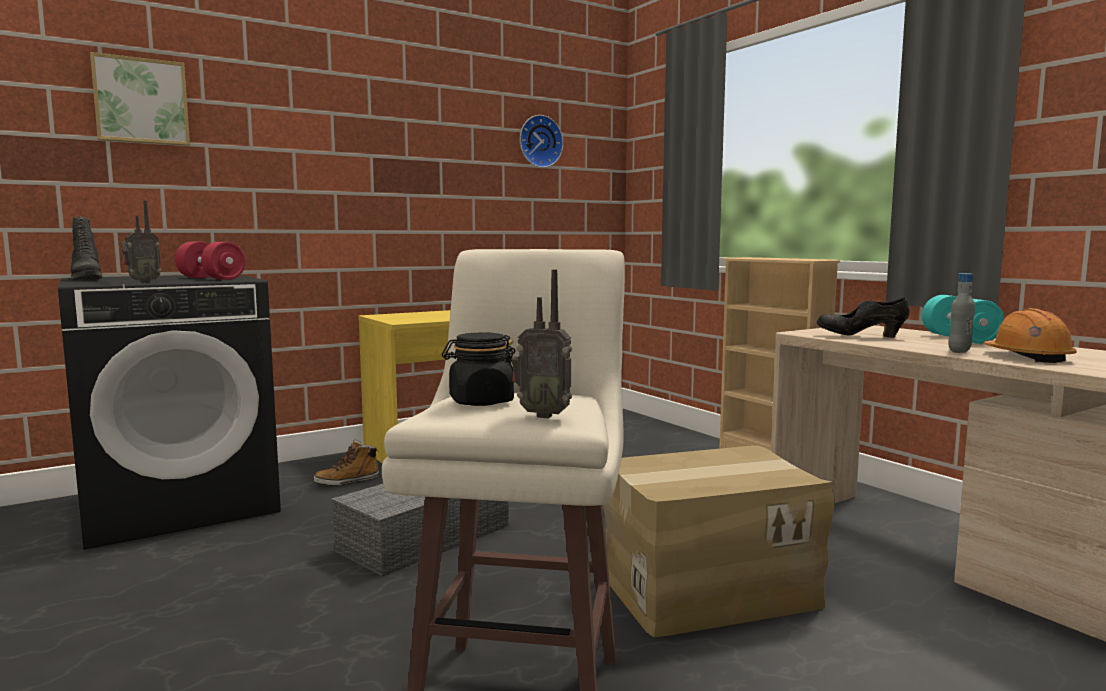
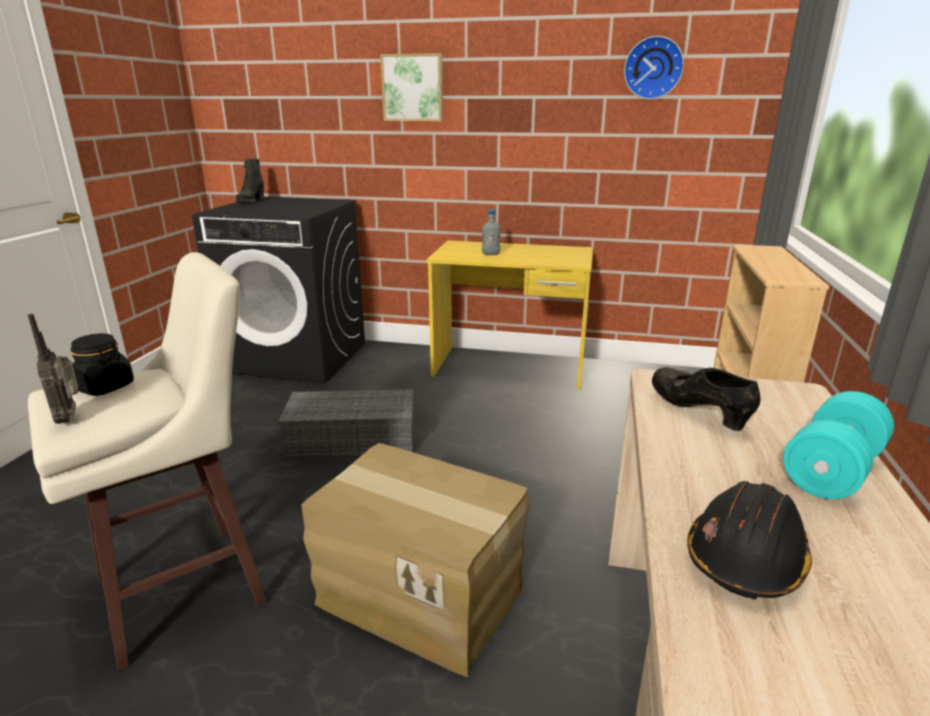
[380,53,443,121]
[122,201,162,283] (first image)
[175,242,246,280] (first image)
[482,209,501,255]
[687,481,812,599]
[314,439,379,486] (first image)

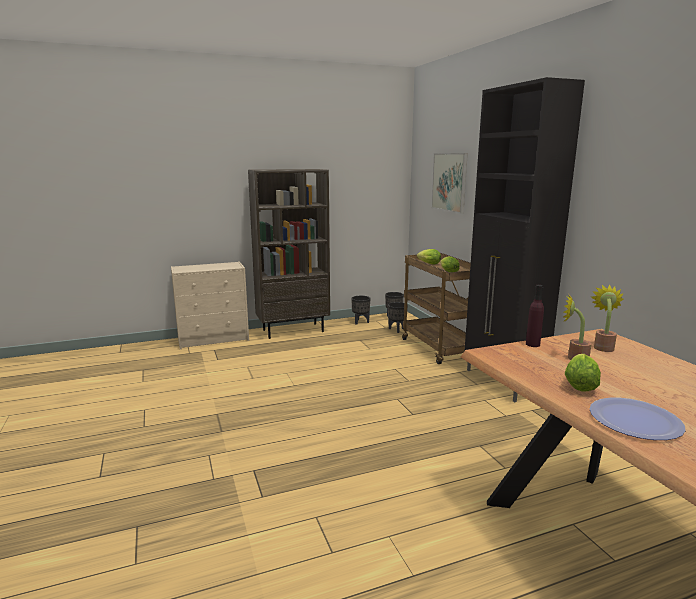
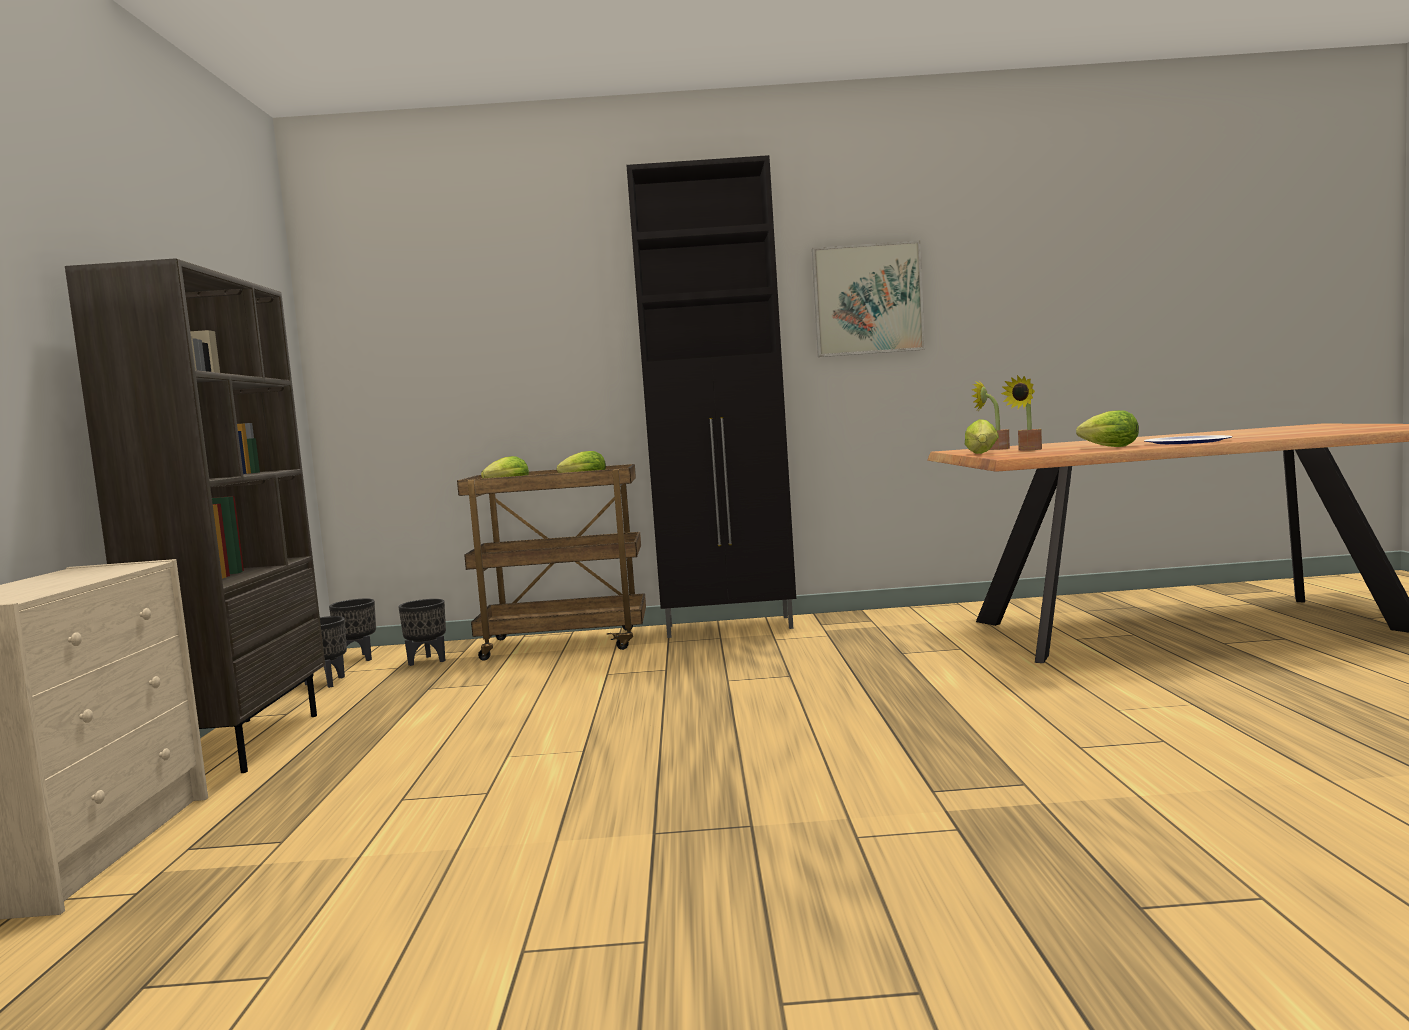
[812,240,925,357]
[965,419,998,454]

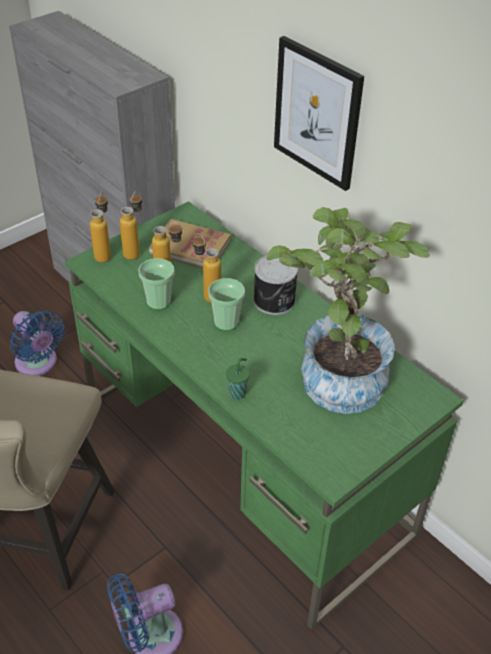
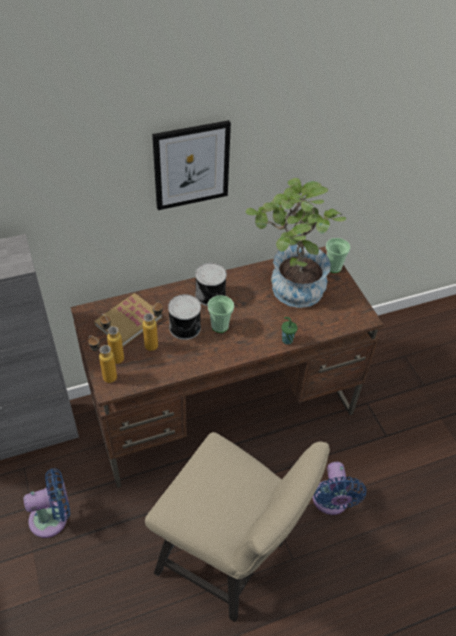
[71,246,384,488]
[168,294,201,340]
[326,238,350,273]

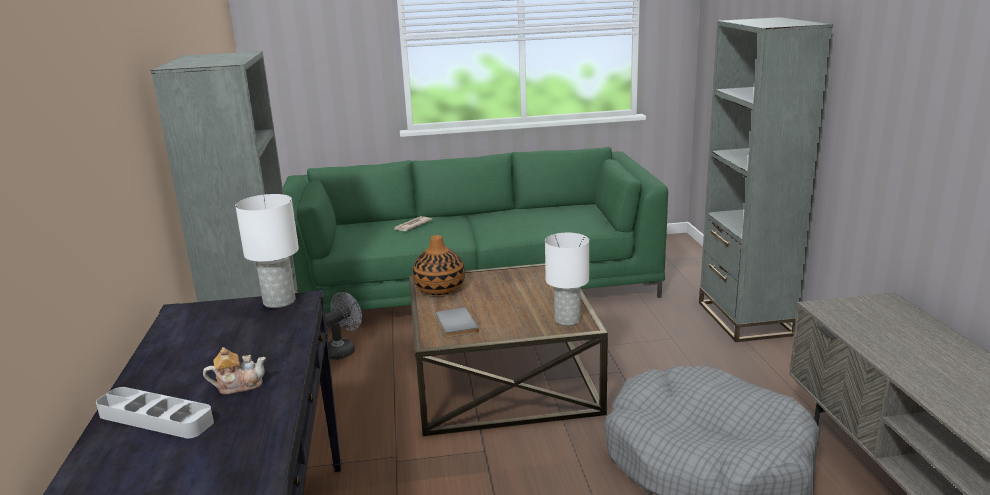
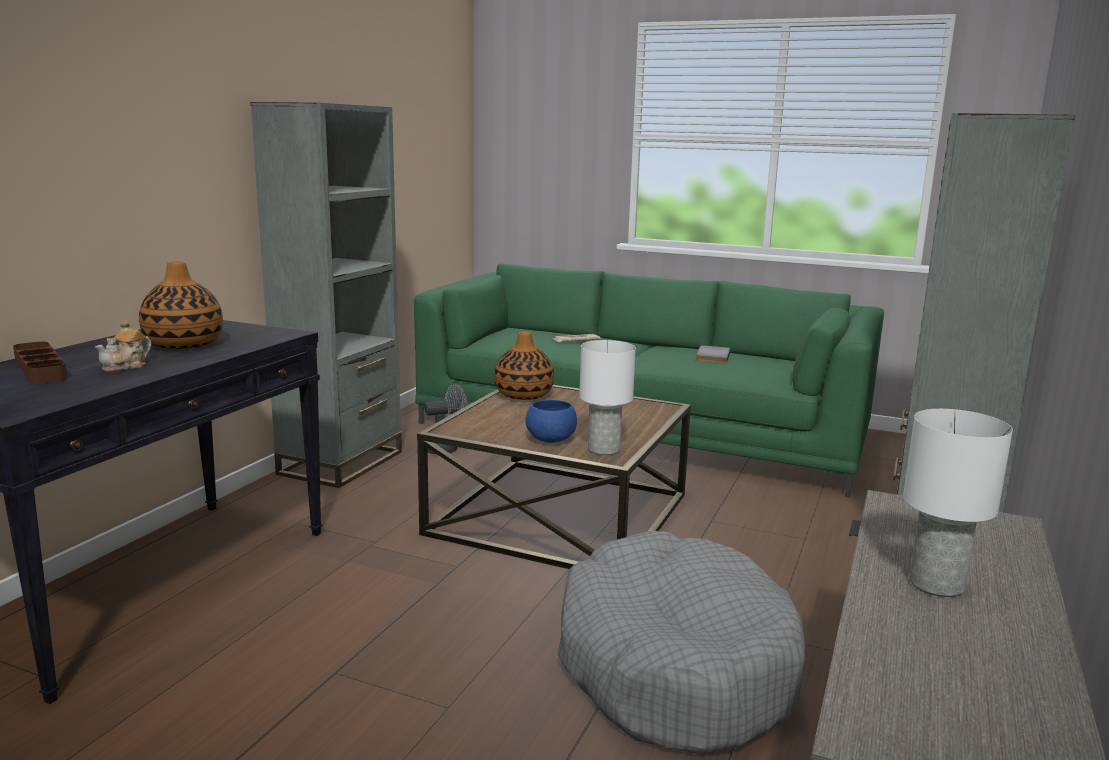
[903,409,1013,597]
[696,345,731,364]
[95,320,151,372]
[13,341,67,384]
[139,261,223,349]
[525,400,577,443]

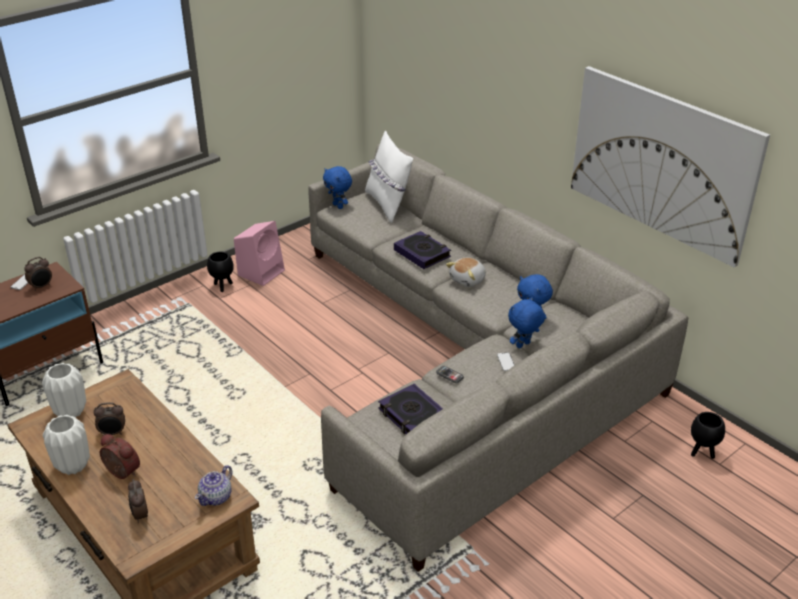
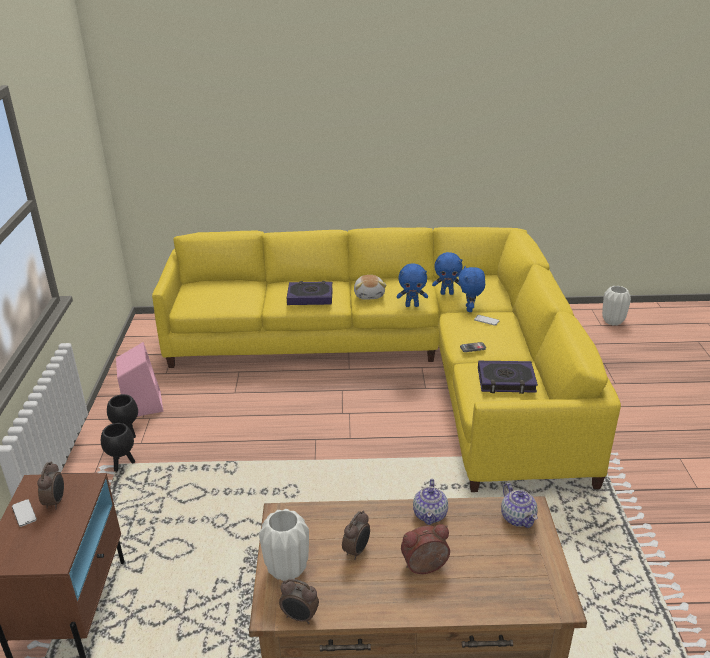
[571,66,770,268] (first image)
[365,131,413,223] (first image)
[152,227,621,492]
[397,263,428,307]
[101,423,135,472]
[602,286,631,326]
[279,579,319,624]
[413,479,448,525]

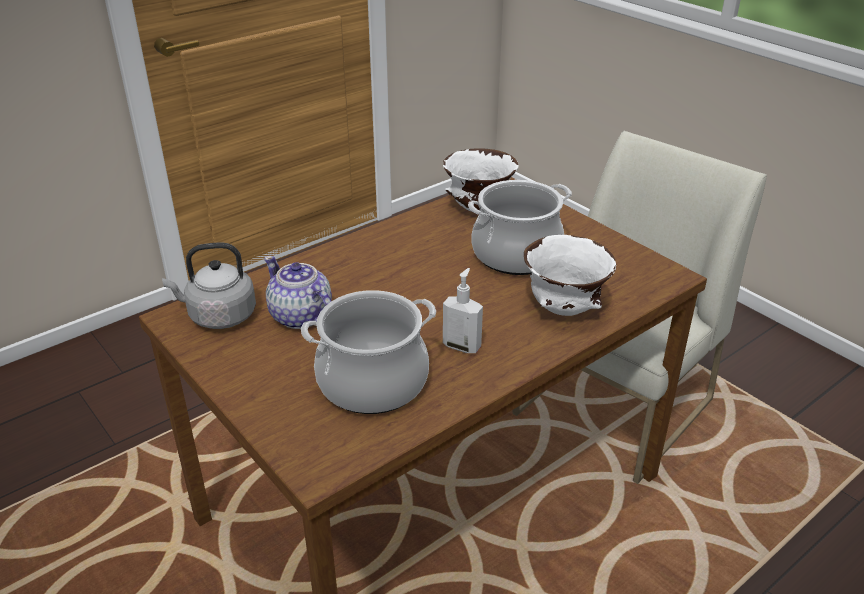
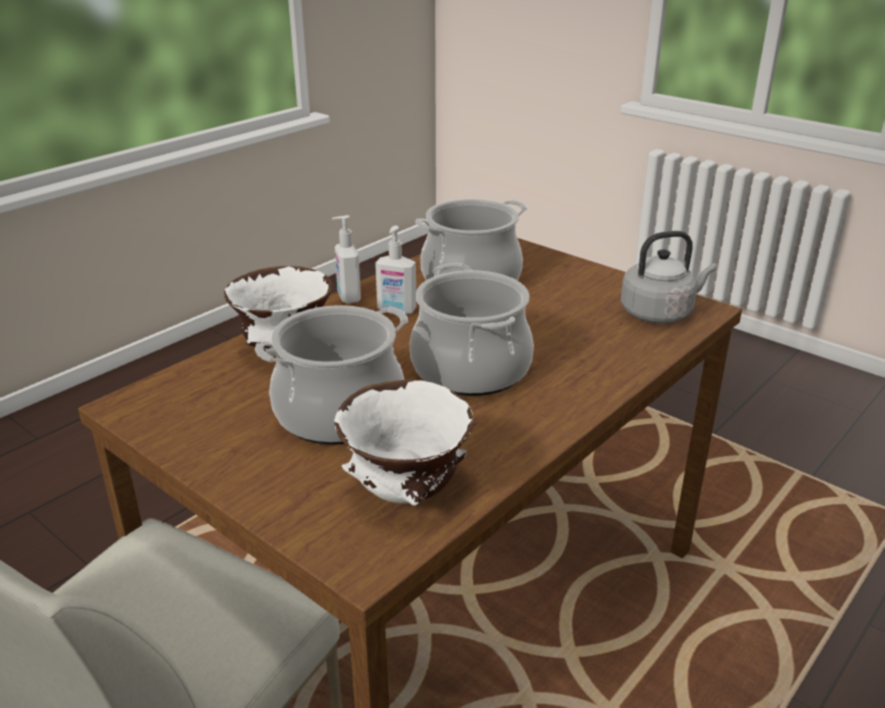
[264,256,332,329] (first image)
[332,215,361,304]
[410,263,534,396]

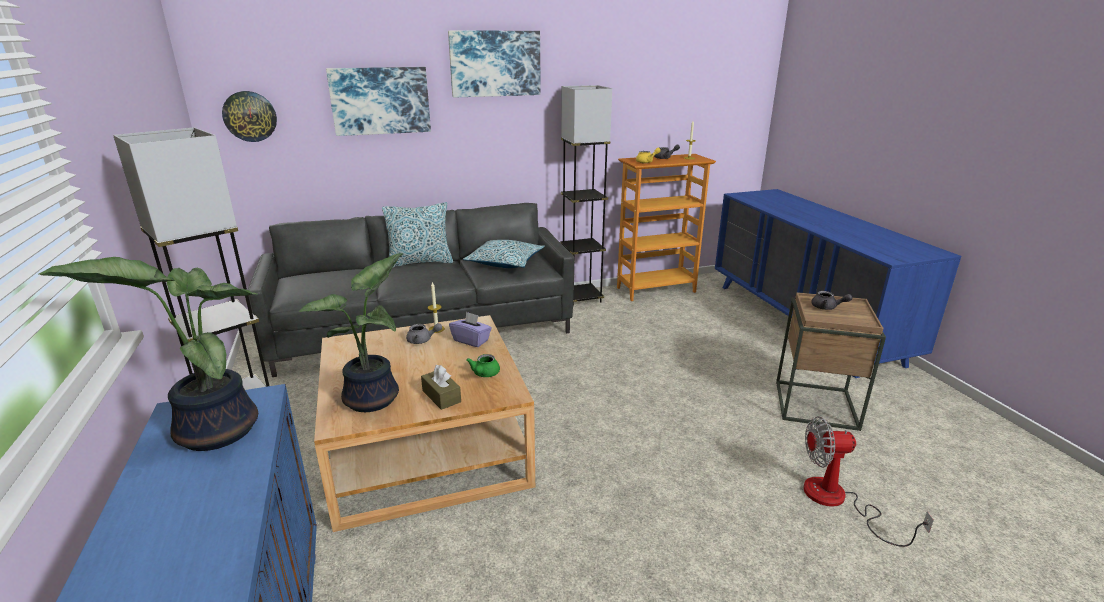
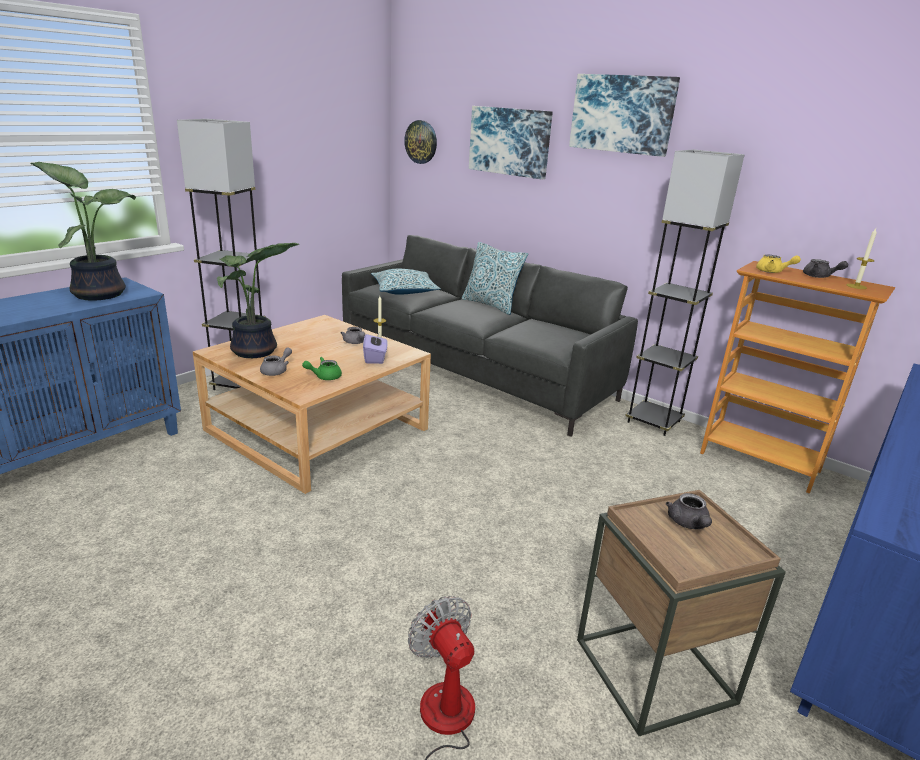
[371,269,441,295]
[260,347,292,376]

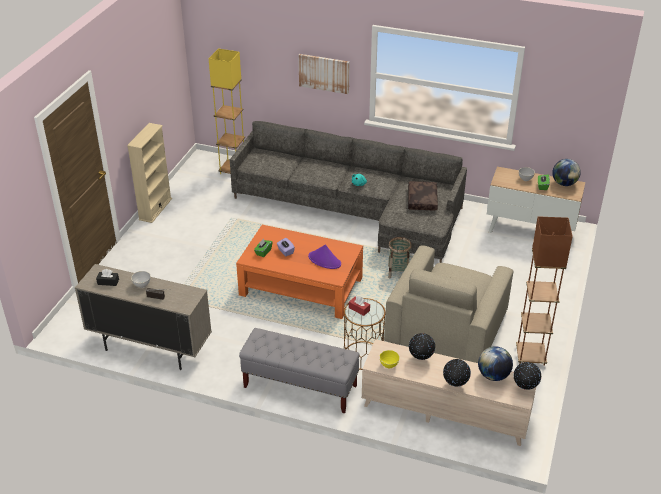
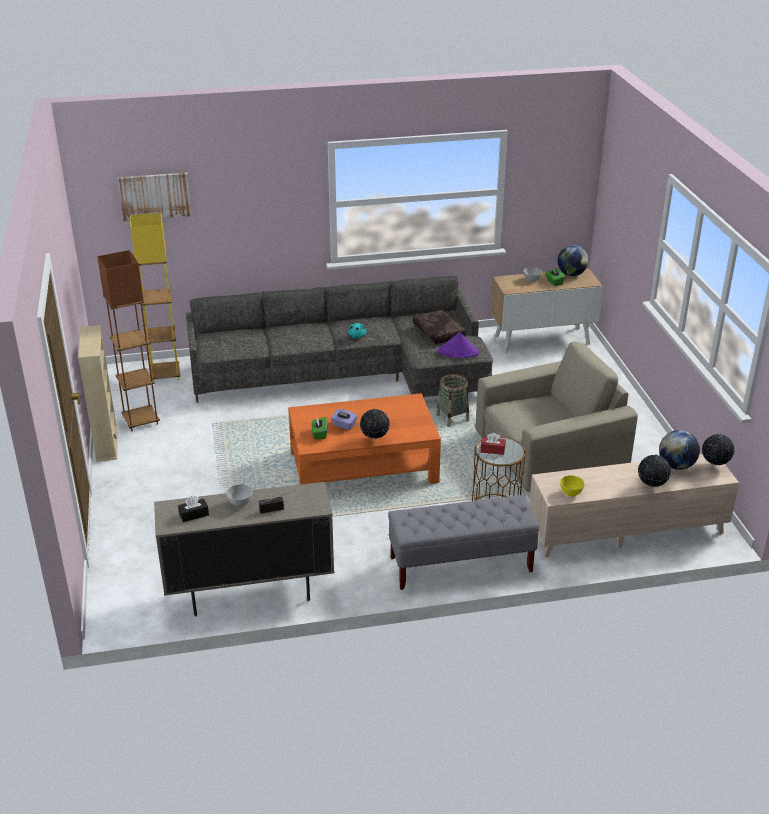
[118,173,192,221]
[97,250,160,431]
[437,332,479,358]
[475,342,638,492]
[360,408,390,440]

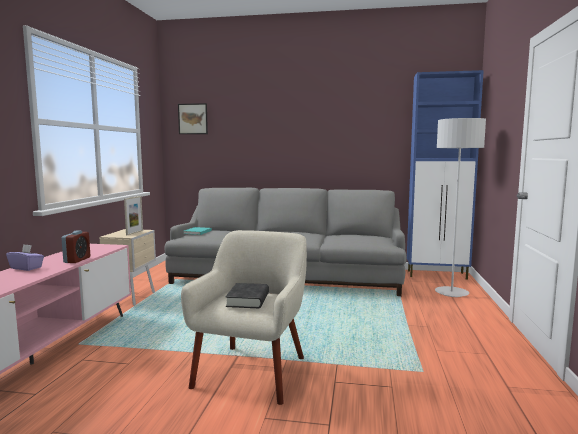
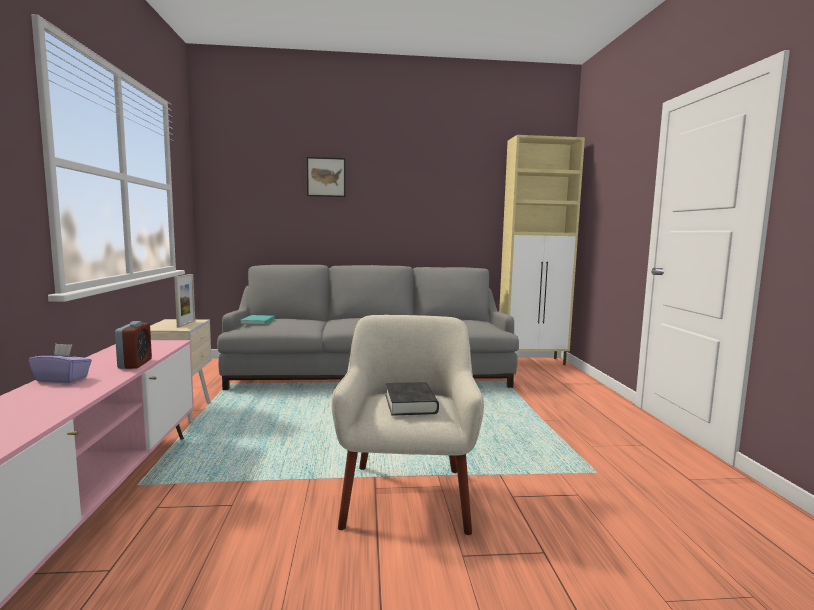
[499,135,585,365]
[307,157,345,197]
[435,118,486,297] (first image)

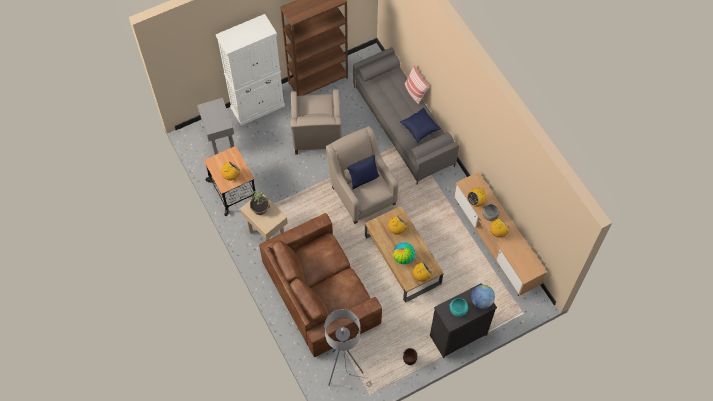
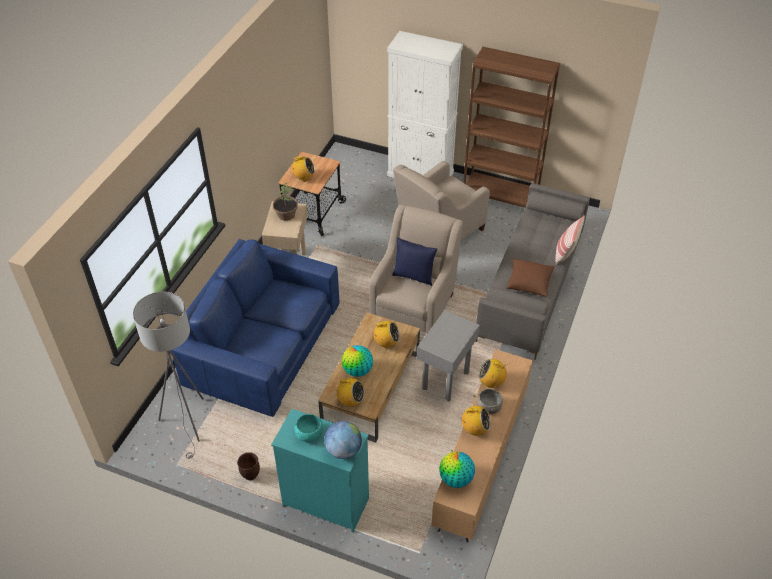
[417,310,480,402]
[506,259,555,297]
[171,239,340,417]
[271,409,369,532]
[439,452,475,488]

